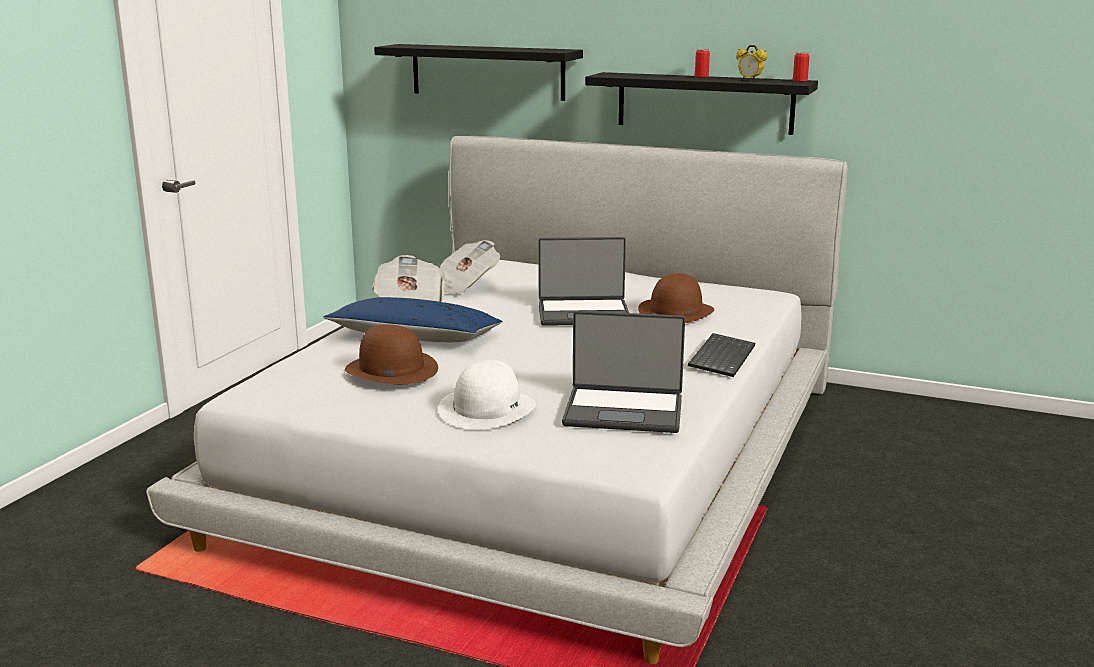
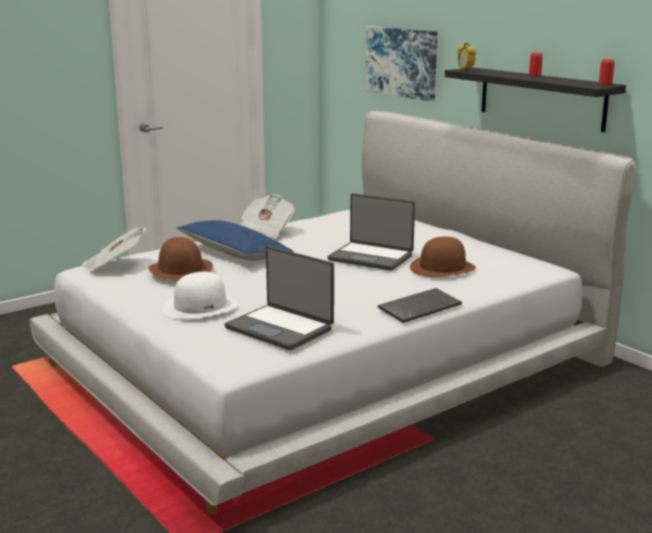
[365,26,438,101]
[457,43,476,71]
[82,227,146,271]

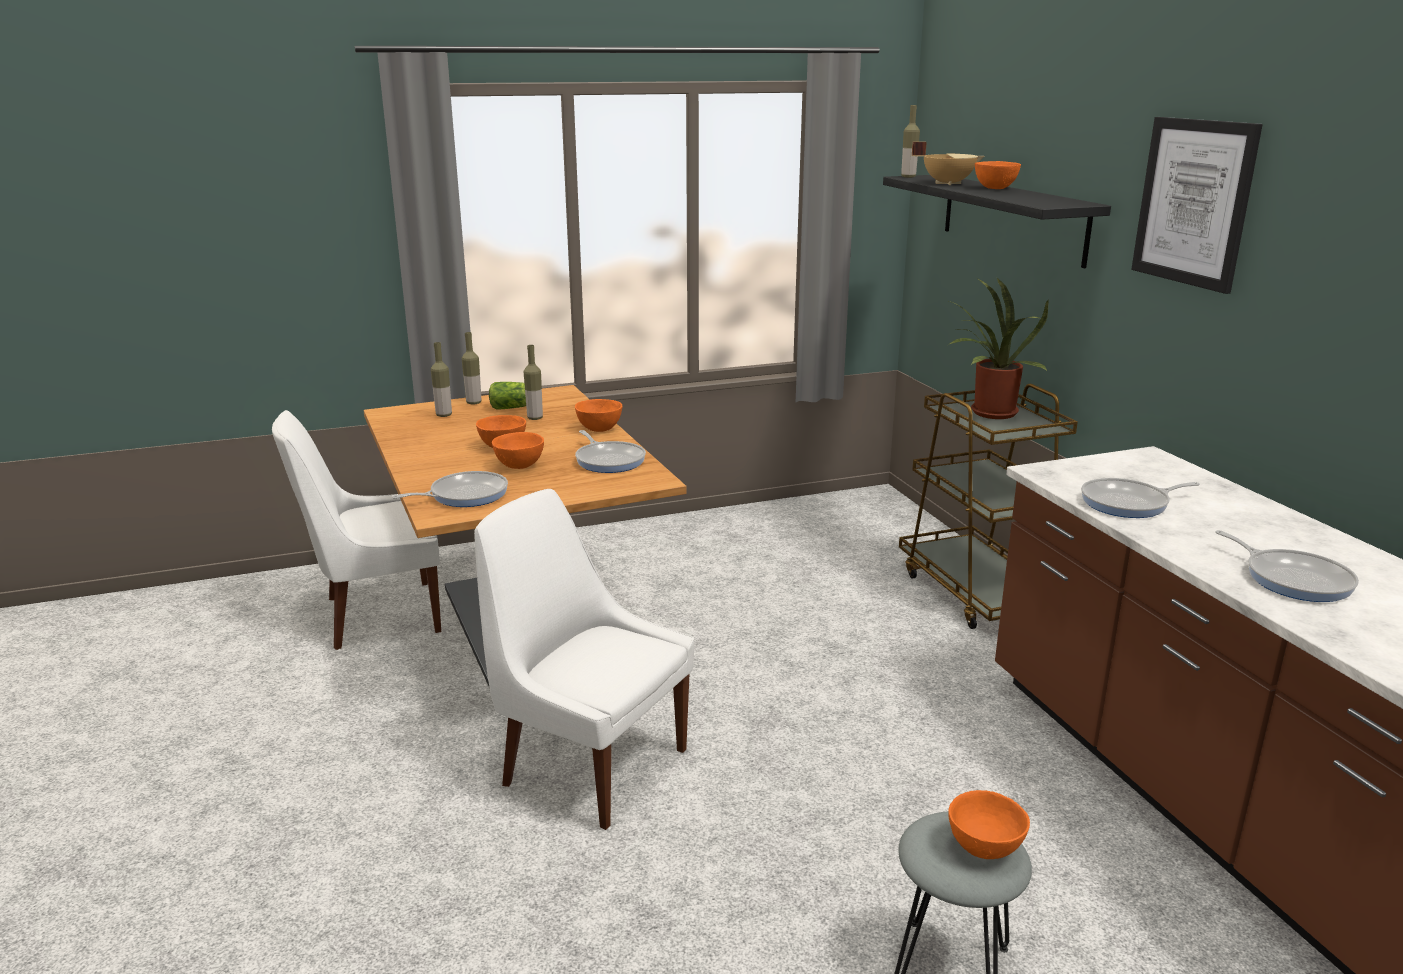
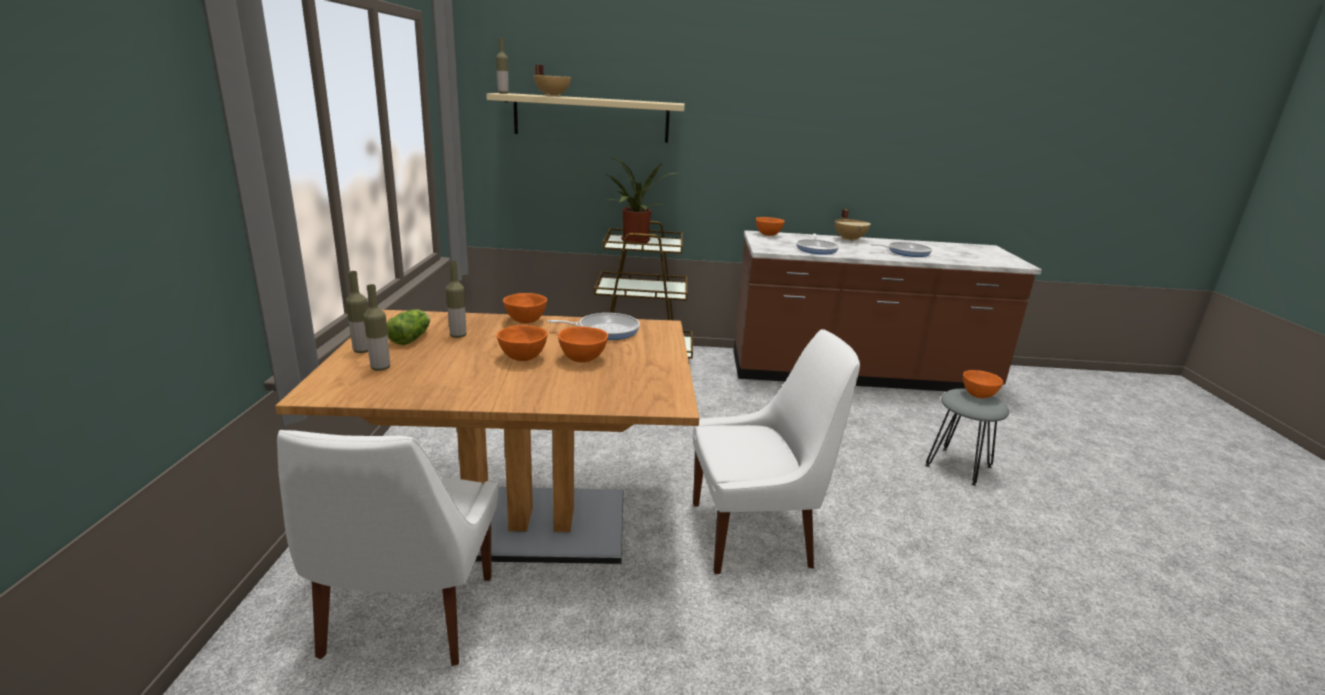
[1131,117,1263,294] (first image)
[756,217,785,236]
[486,93,685,143]
[392,471,508,507] (first image)
[693,329,860,574]
[835,209,871,242]

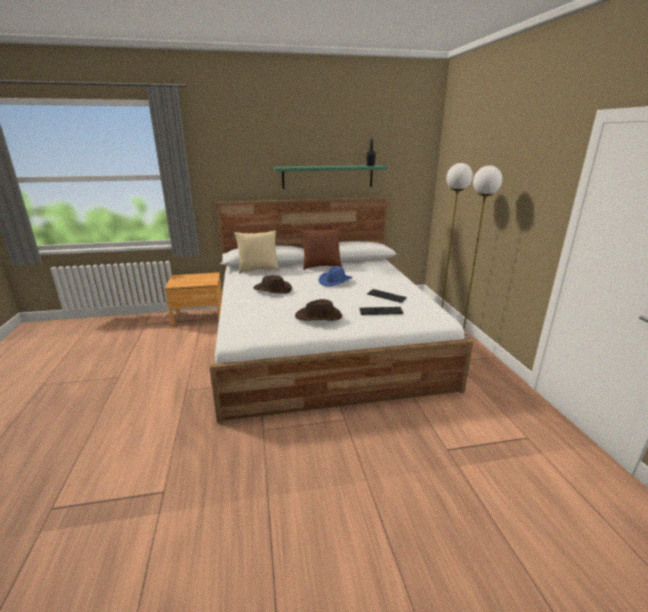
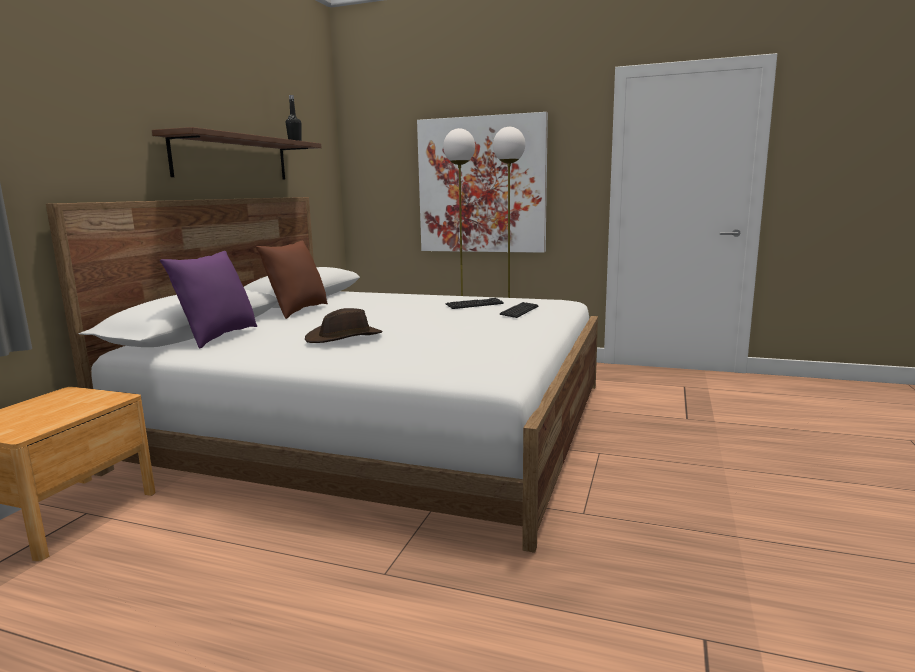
[152,127,322,180]
[160,251,257,349]
[319,266,352,286] (first image)
[295,299,342,321] (first image)
[417,112,548,253]

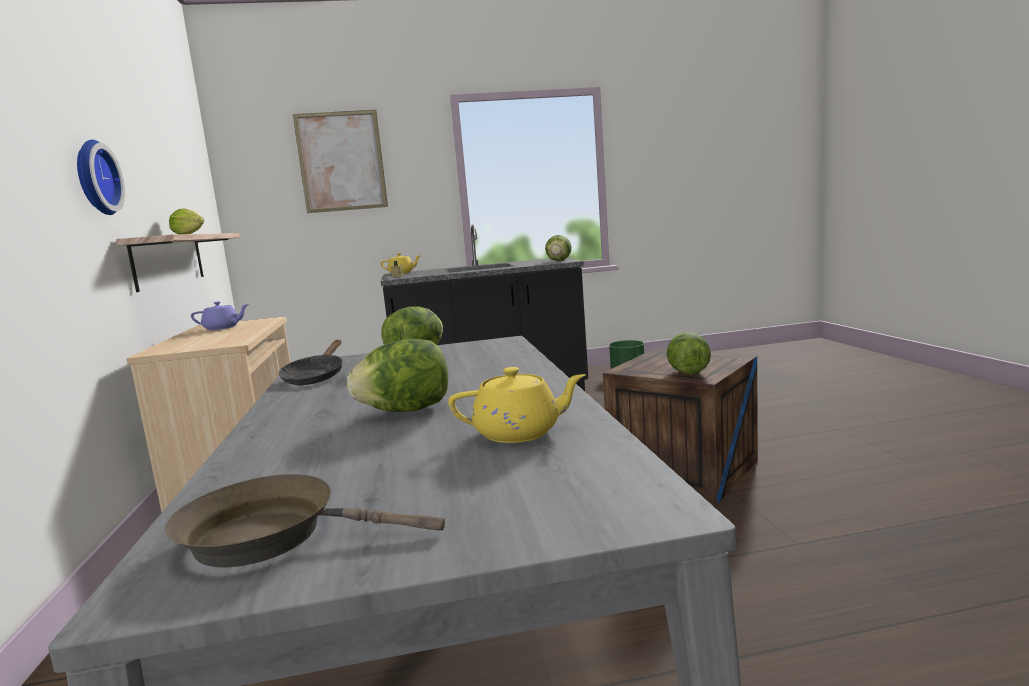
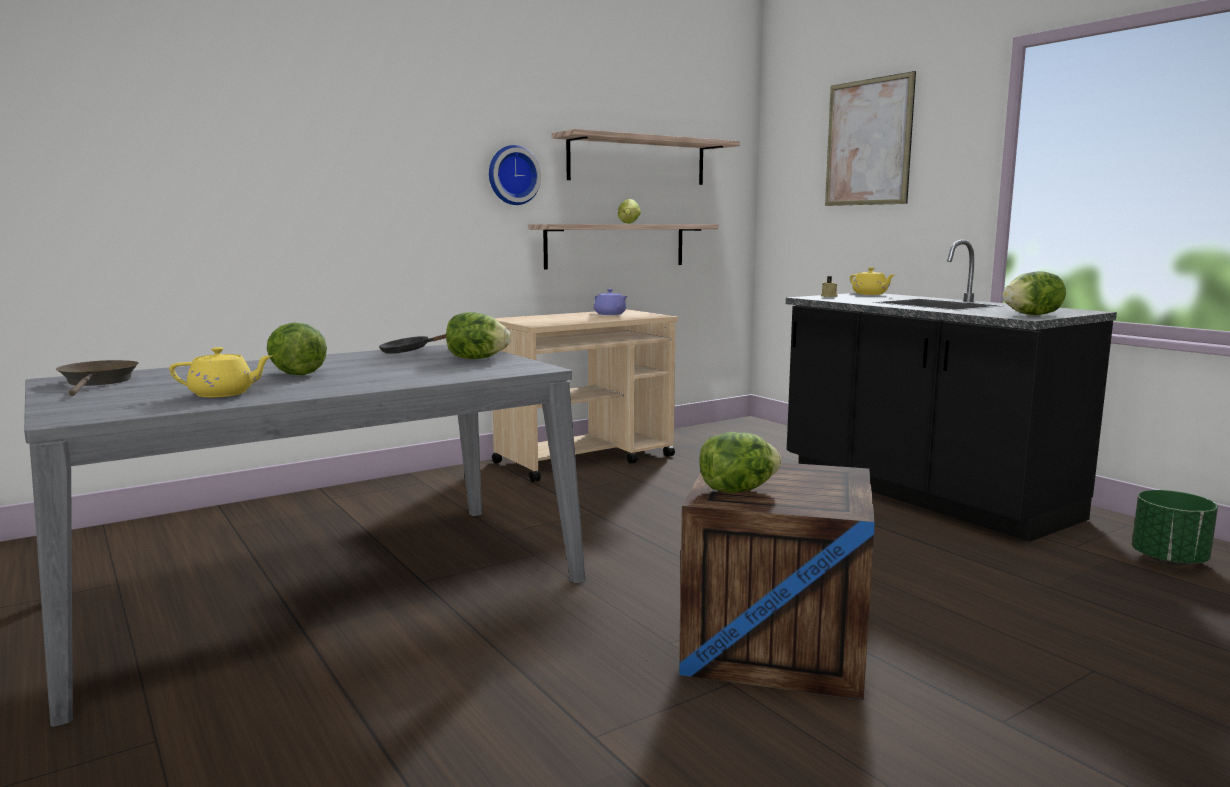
[169,347,272,397]
[552,129,740,185]

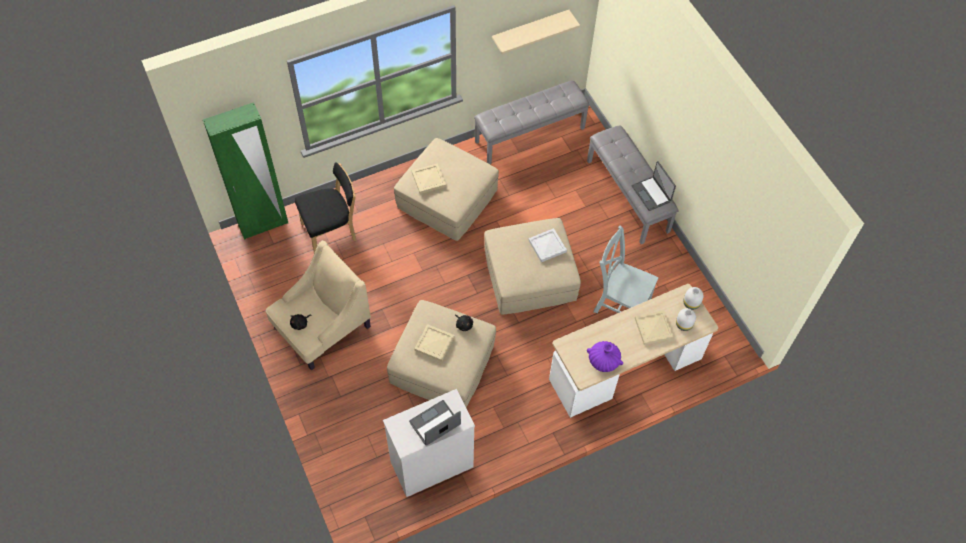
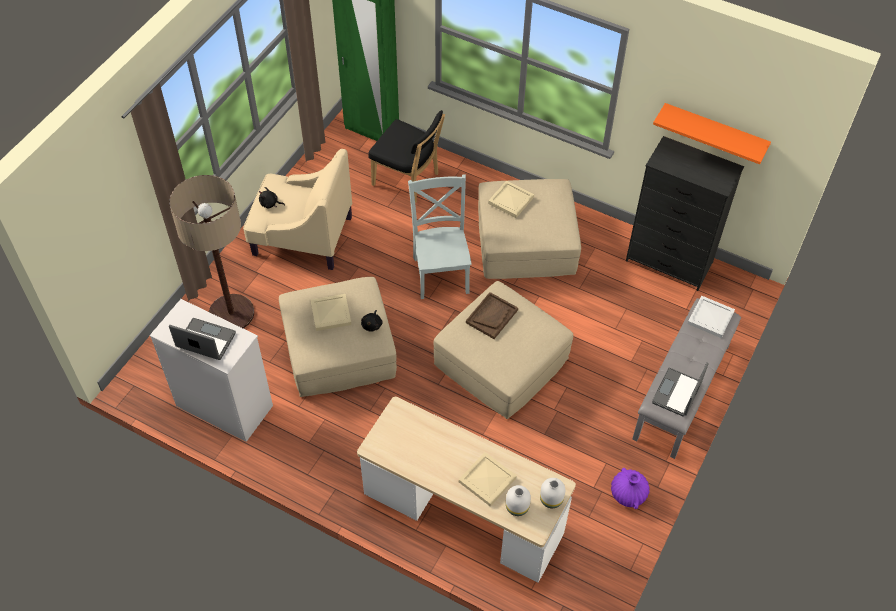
[653,103,771,164]
[626,136,744,291]
[408,174,472,299]
[688,296,735,338]
[611,468,650,509]
[169,175,254,329]
[466,292,518,339]

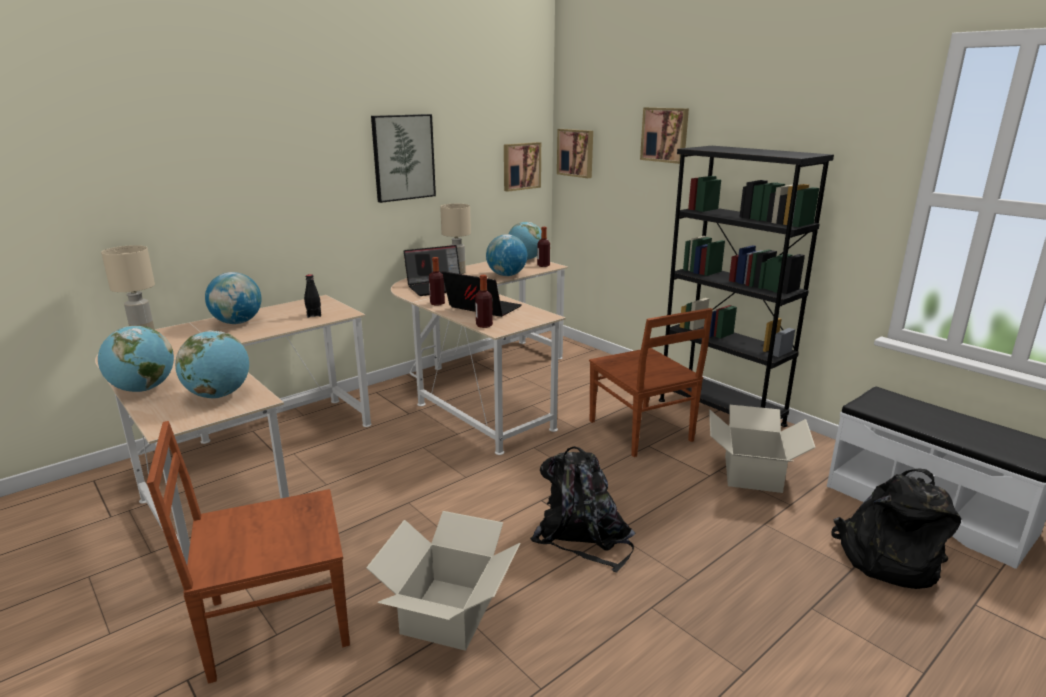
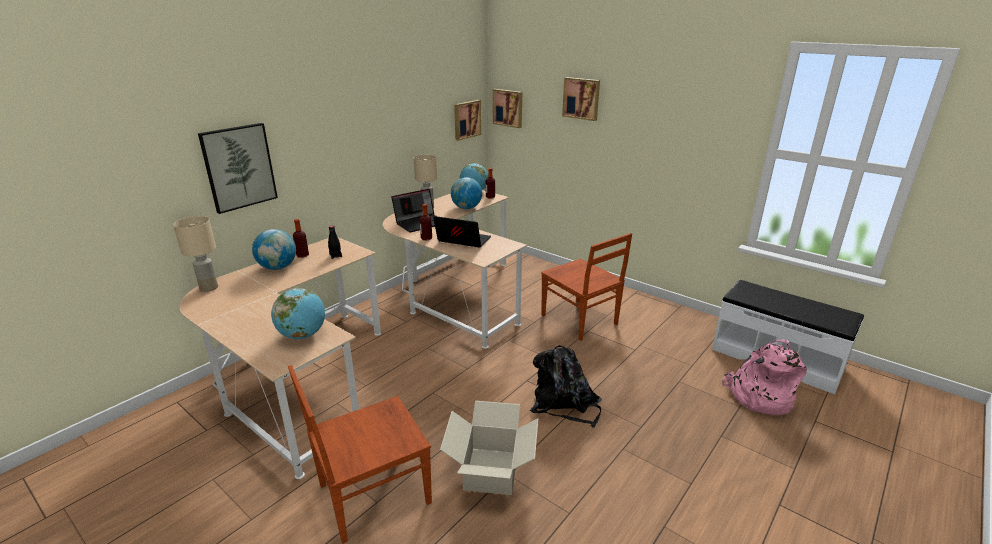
[198,123,278,214]
[659,146,834,427] (first image)
[293,219,309,258]
[98,326,174,392] (first image)
[709,405,816,493] (first image)
[723,340,807,415]

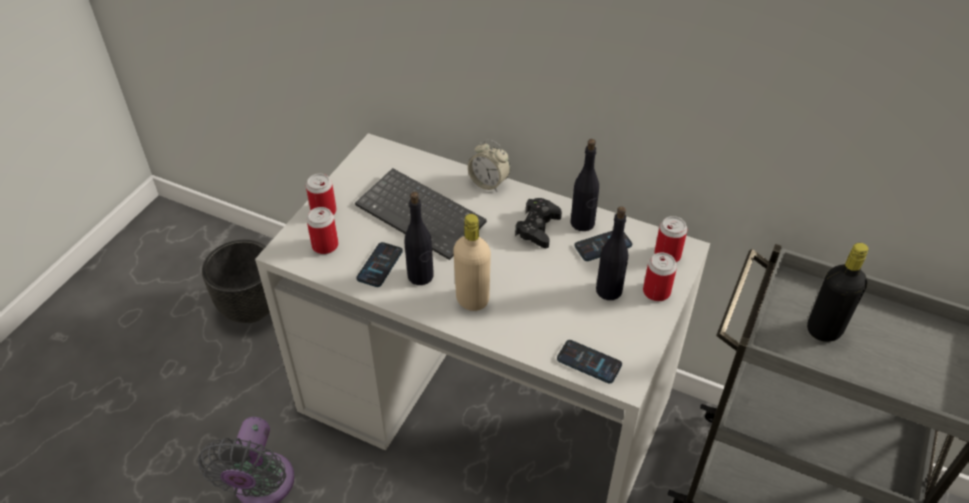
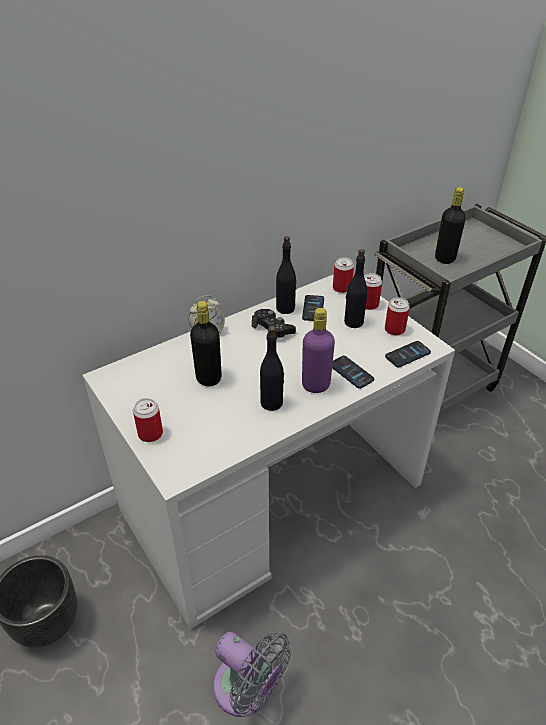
[190,301,222,387]
[385,297,410,335]
[302,308,335,393]
[332,356,374,389]

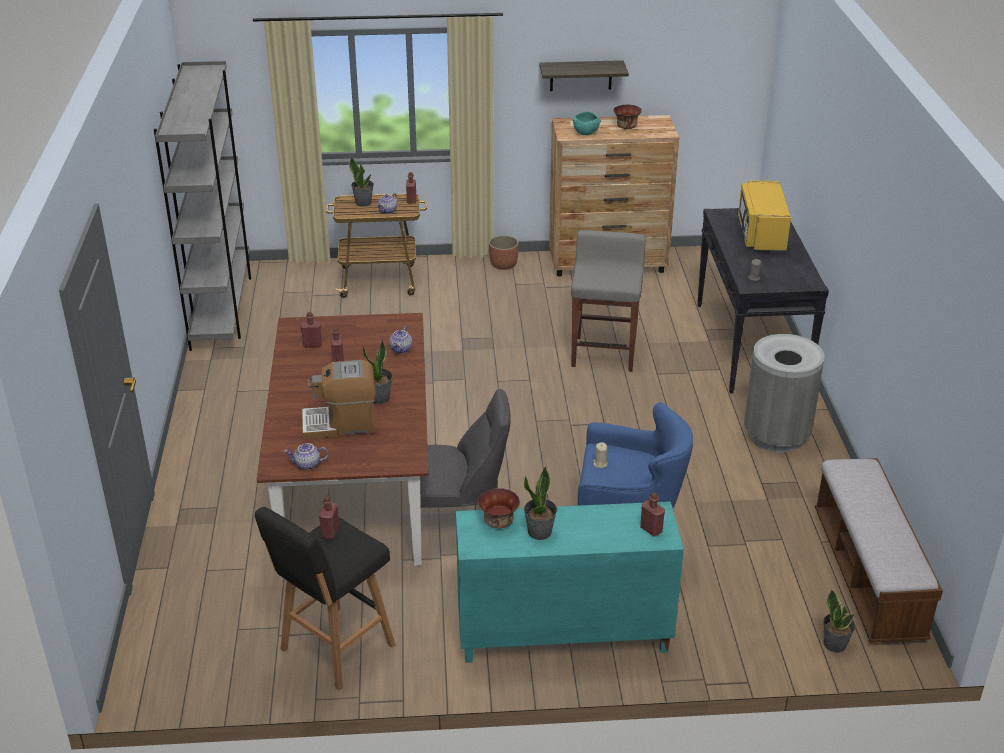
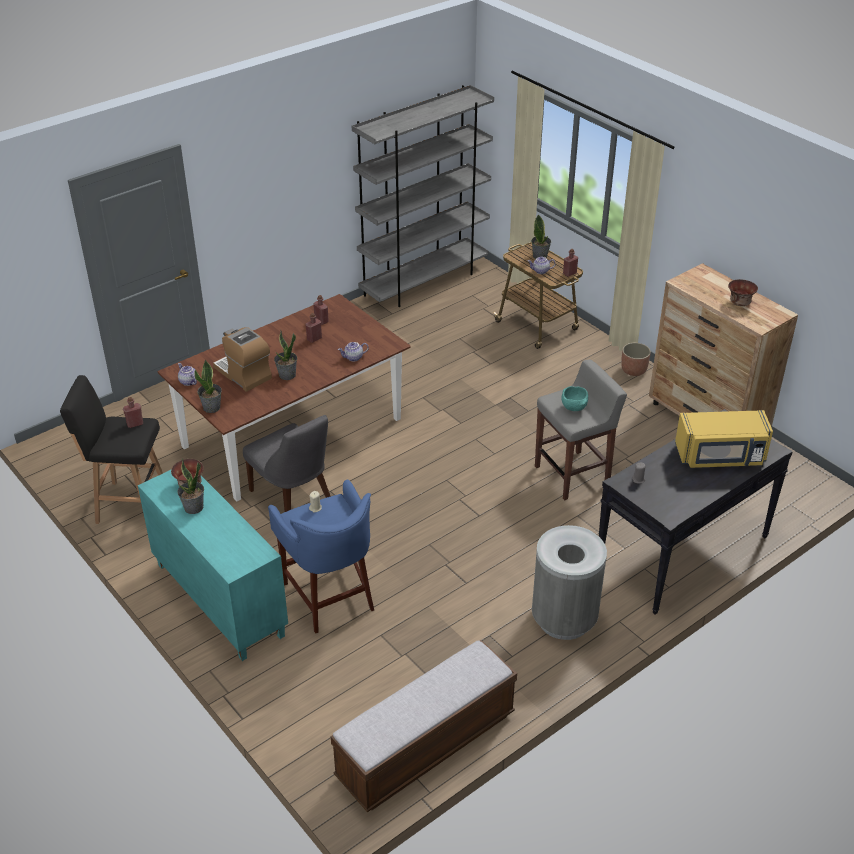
[539,60,629,91] (first image)
[561,386,588,411]
[675,410,773,468]
[640,493,665,536] (first image)
[195,360,222,413]

